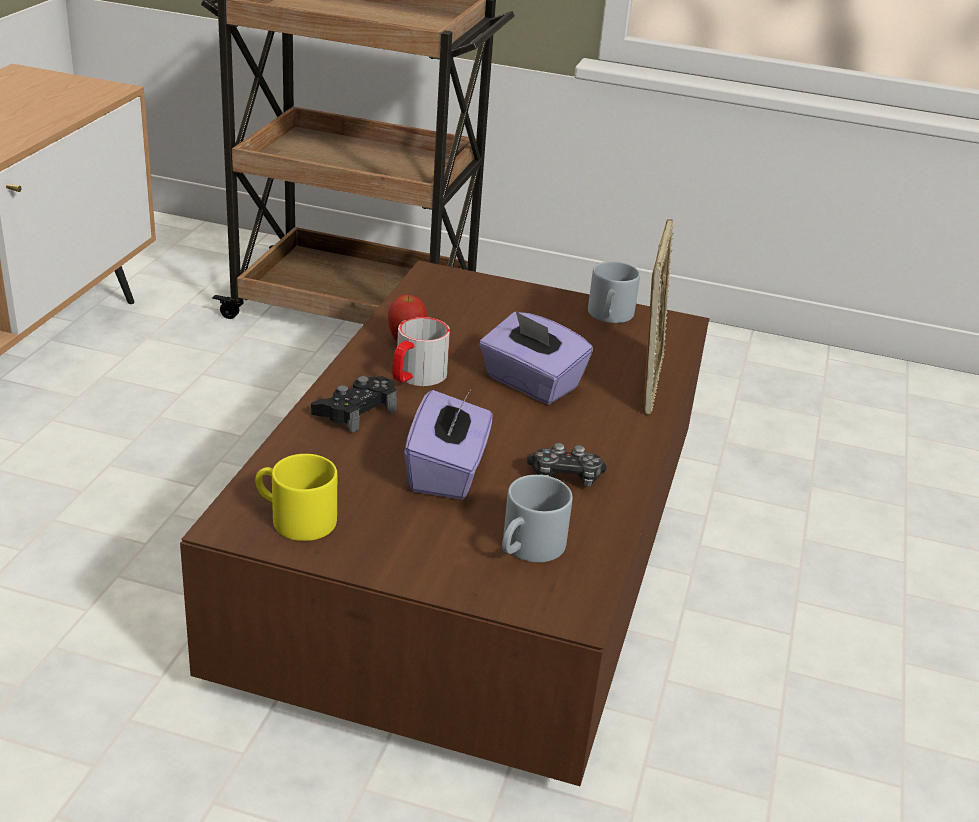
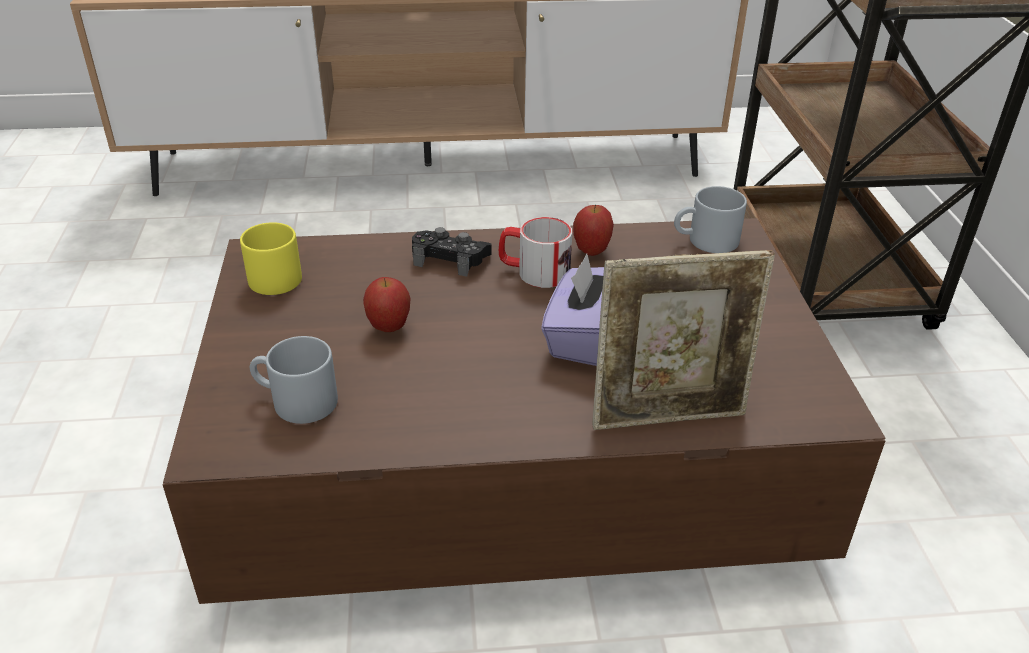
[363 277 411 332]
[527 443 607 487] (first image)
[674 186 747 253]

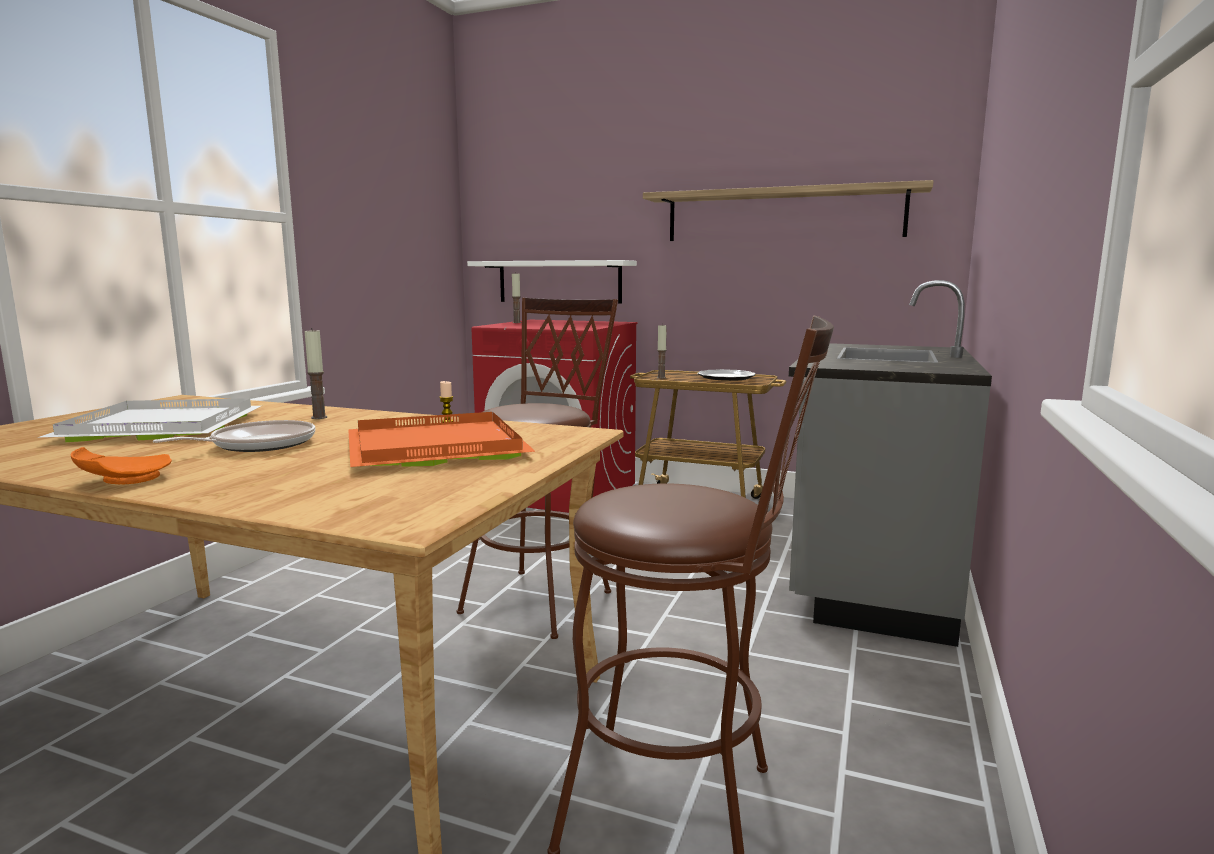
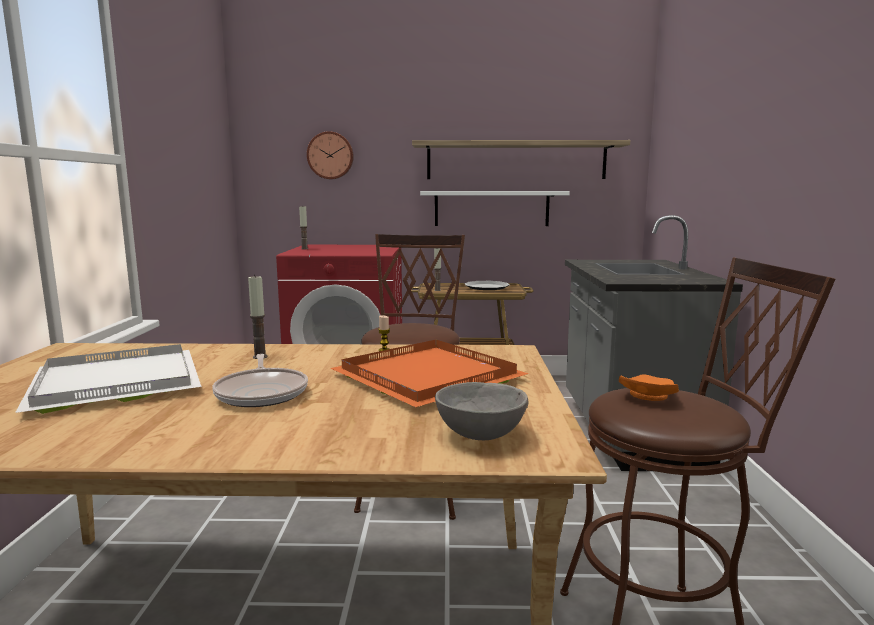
[619 374 679 401]
[212 354 308 407]
[420 191 570 226]
[307 131 354 179]
[435 382 529 440]

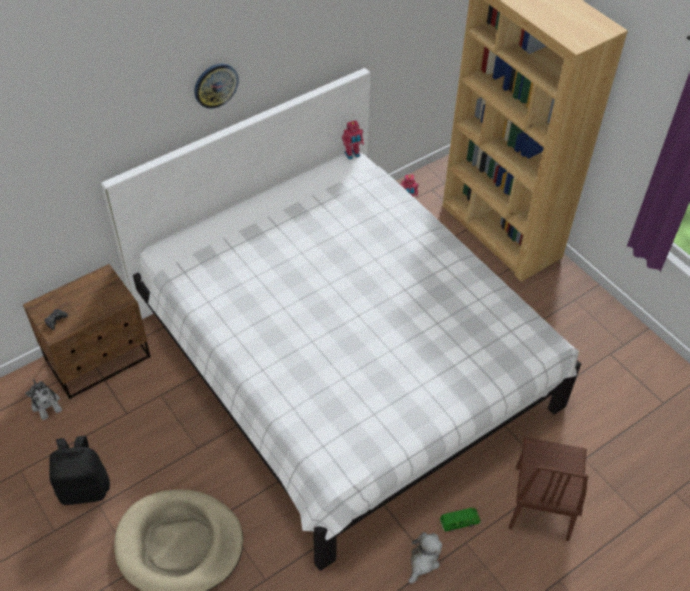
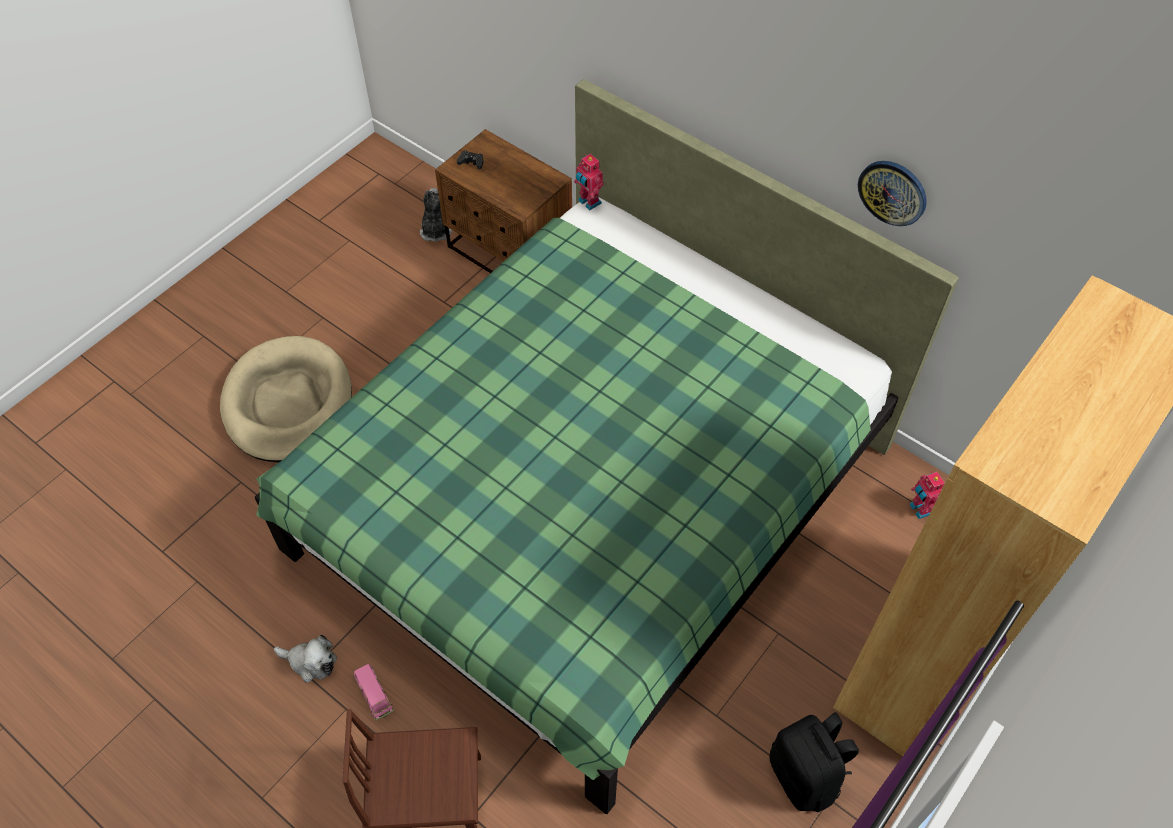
[420 188 452 242]
[769 712 859 812]
[255 79 959 814]
[858 161 927 226]
[574 154 604 211]
[354 664 394 721]

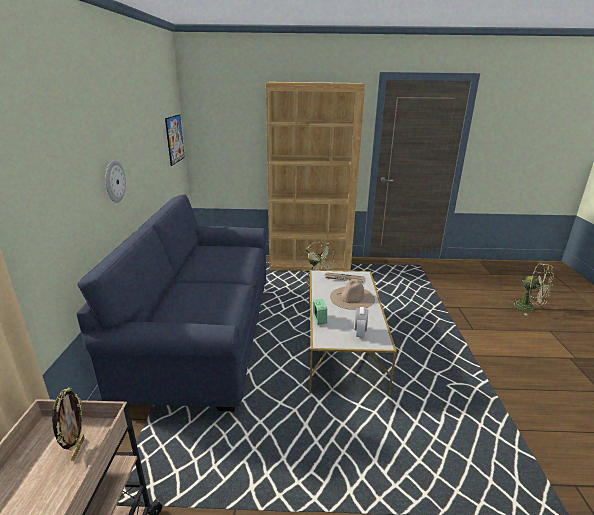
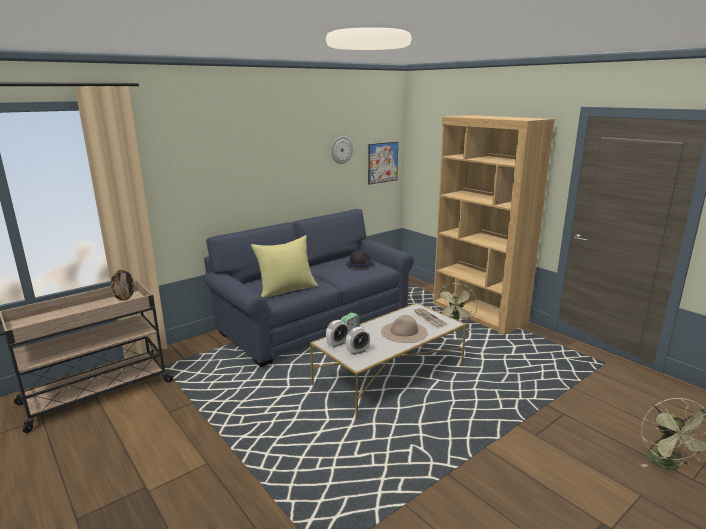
[331 136 353 164]
[251 235 318 298]
[326 320 349 348]
[346 250 375 270]

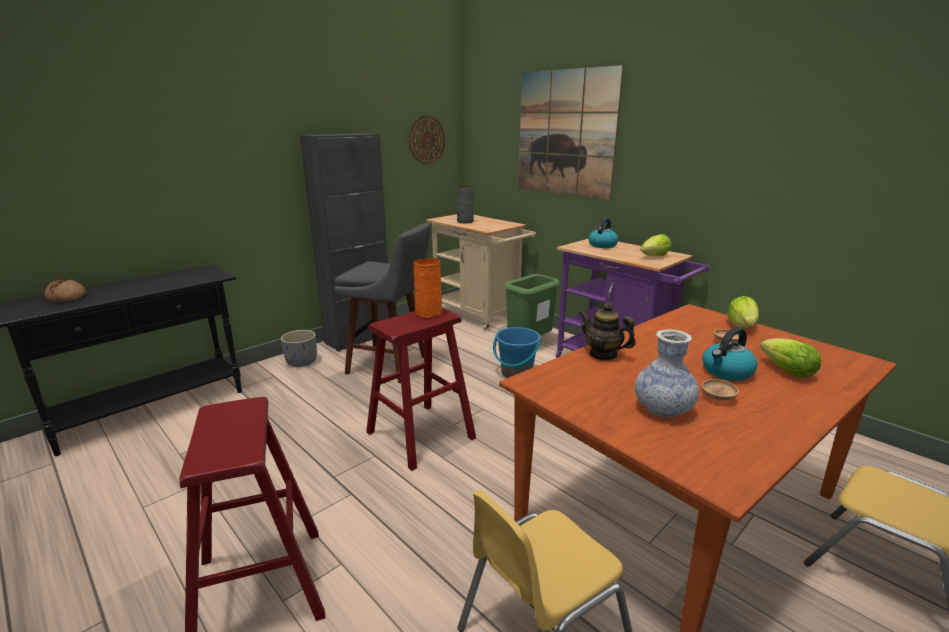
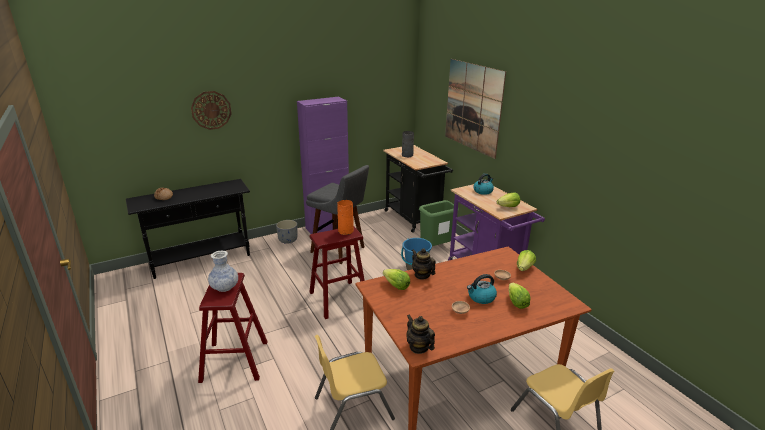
[297 97 349 234]
[191 91 232 130]
[383 145 453 233]
[208 251 238 292]
[383 269 410 290]
[406 314 435 354]

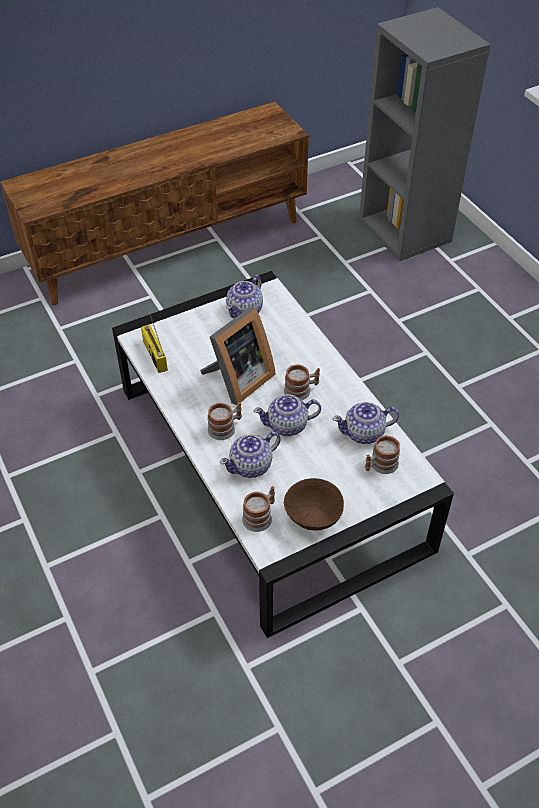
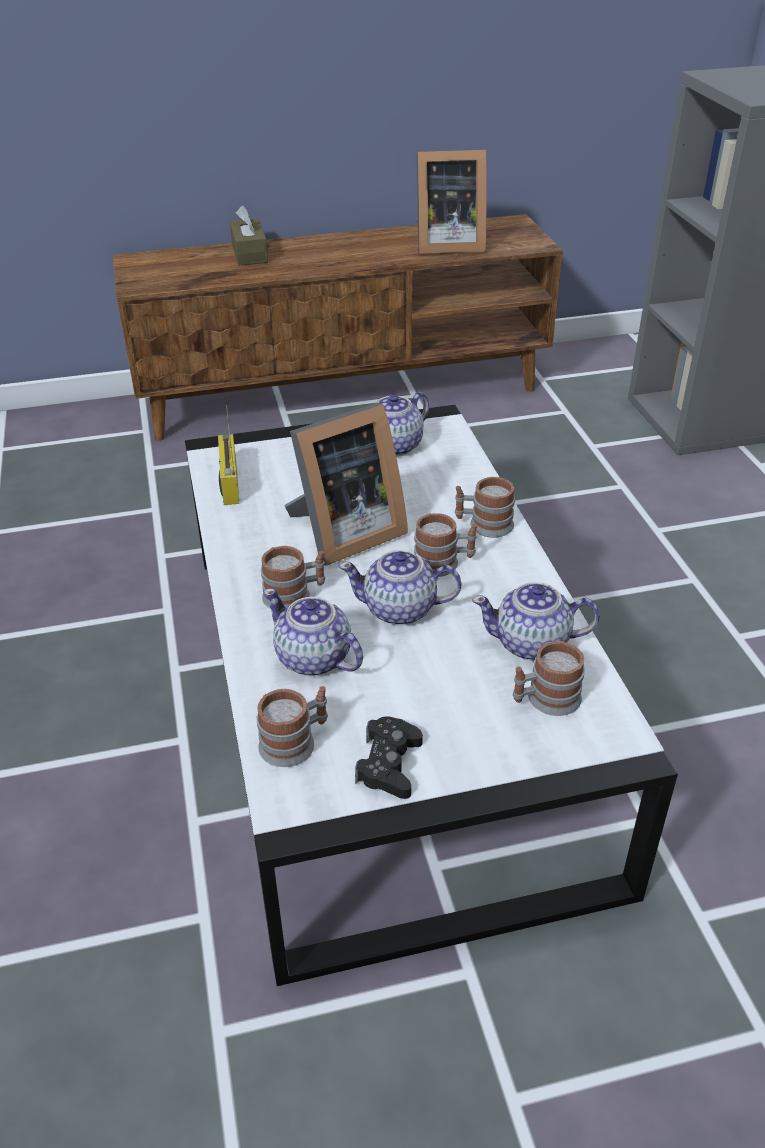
[263 589 363 676]
[355 716 423 799]
[230 206 268 265]
[416 150 487 254]
[455 477 515 538]

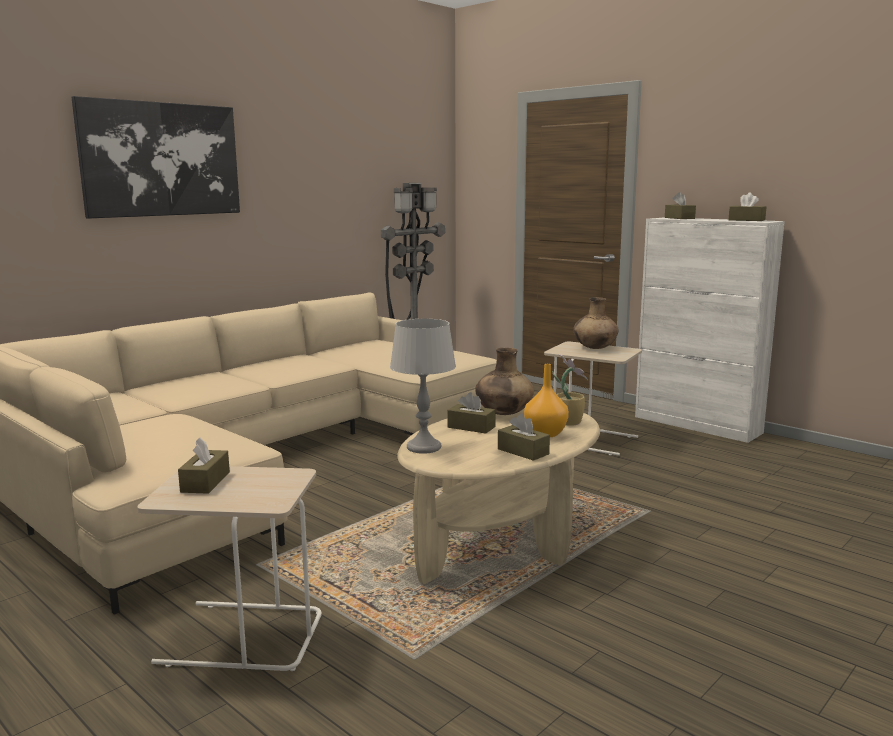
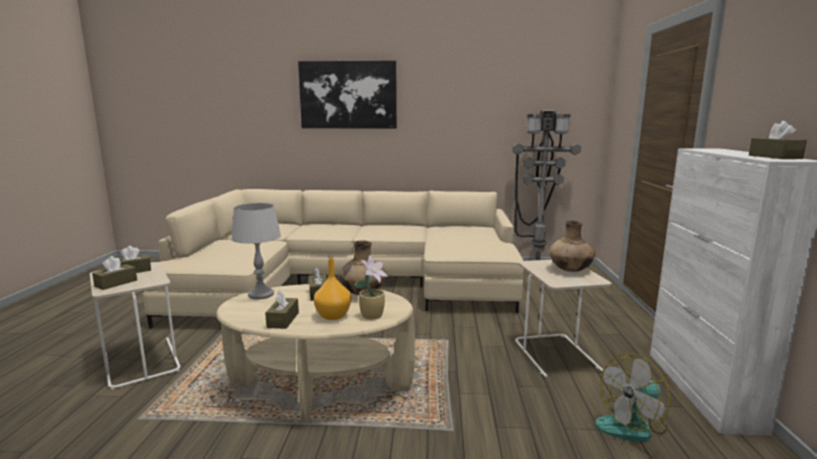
[92 256 137 290]
[595 353 670 442]

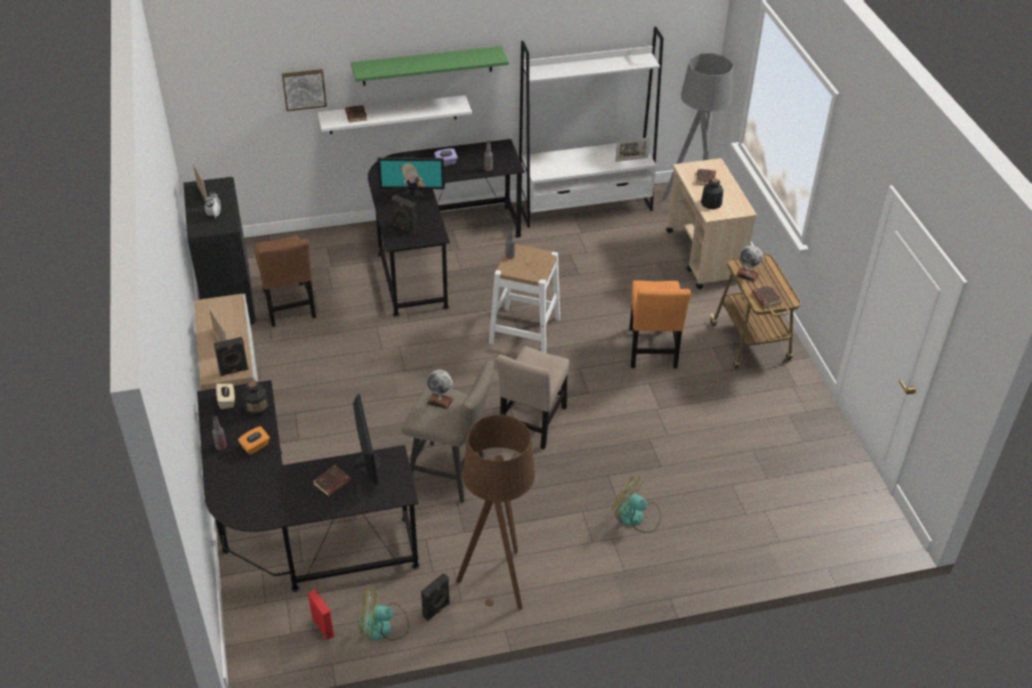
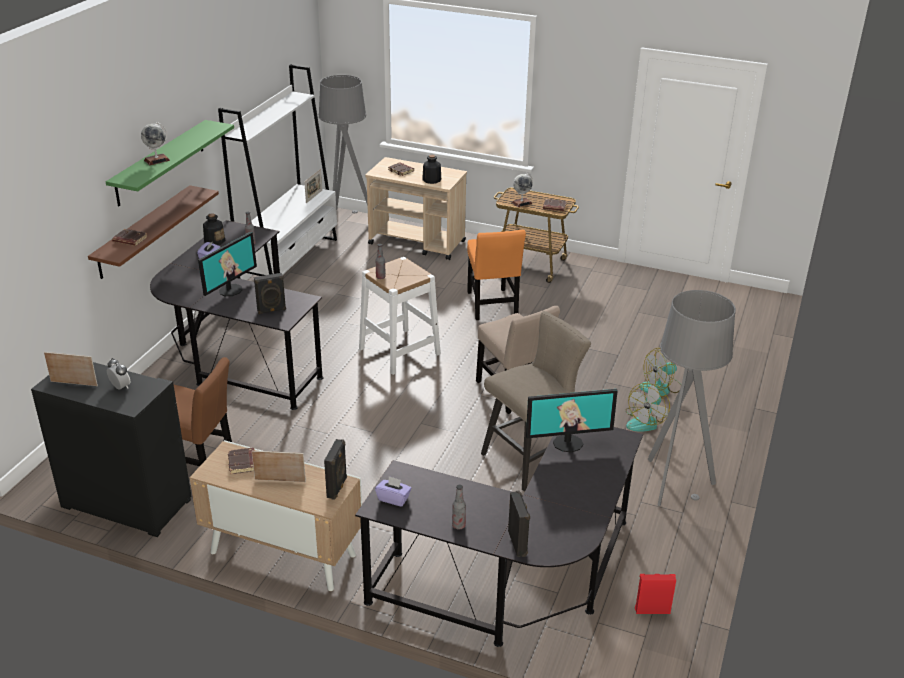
[375 476 412 507]
[238 426 270 455] (first image)
[203 213 226 245]
[282 69 327 111] (first image)
[228 448 255 474]
[88 185 219 279]
[526 389 618 452]
[626 383 670 432]
[508 491 530 557]
[141 122 170 165]
[648 290 736 506]
[467 230 526 320]

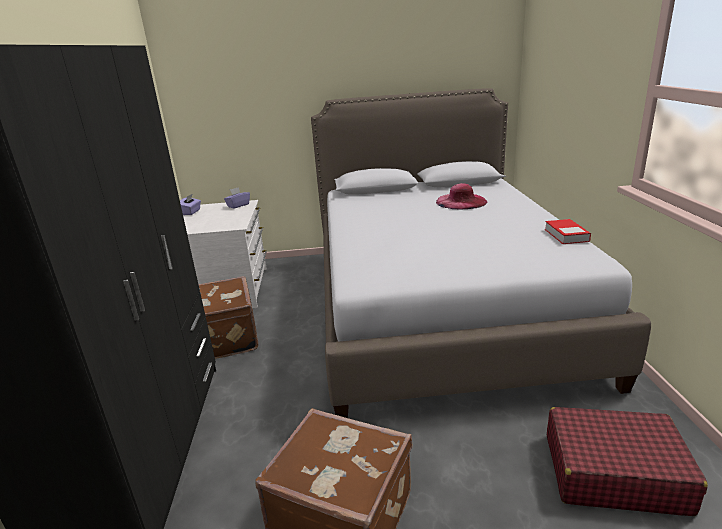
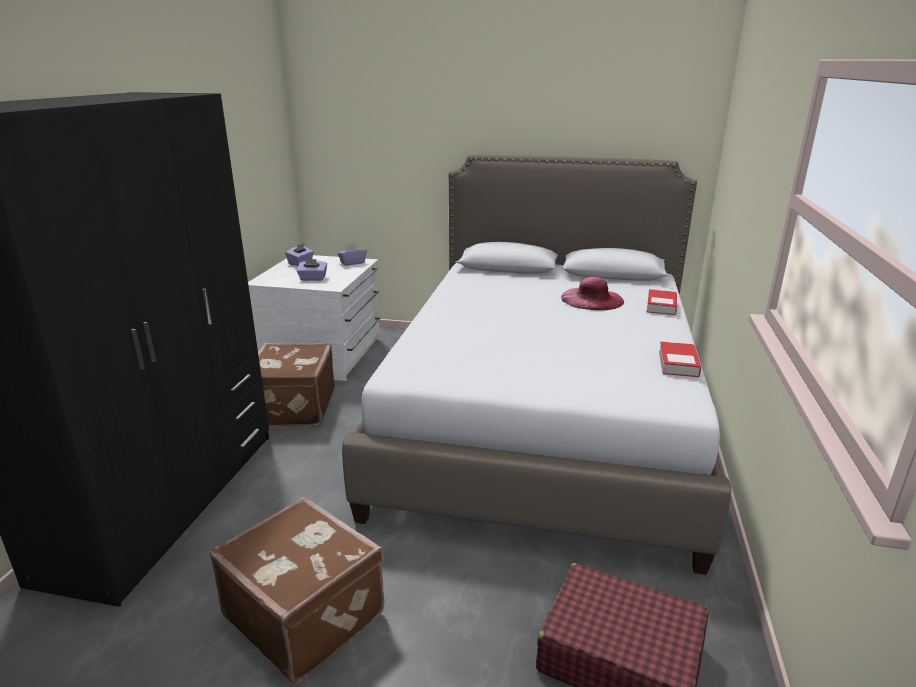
[297 259 327 281]
[647 289 677 315]

